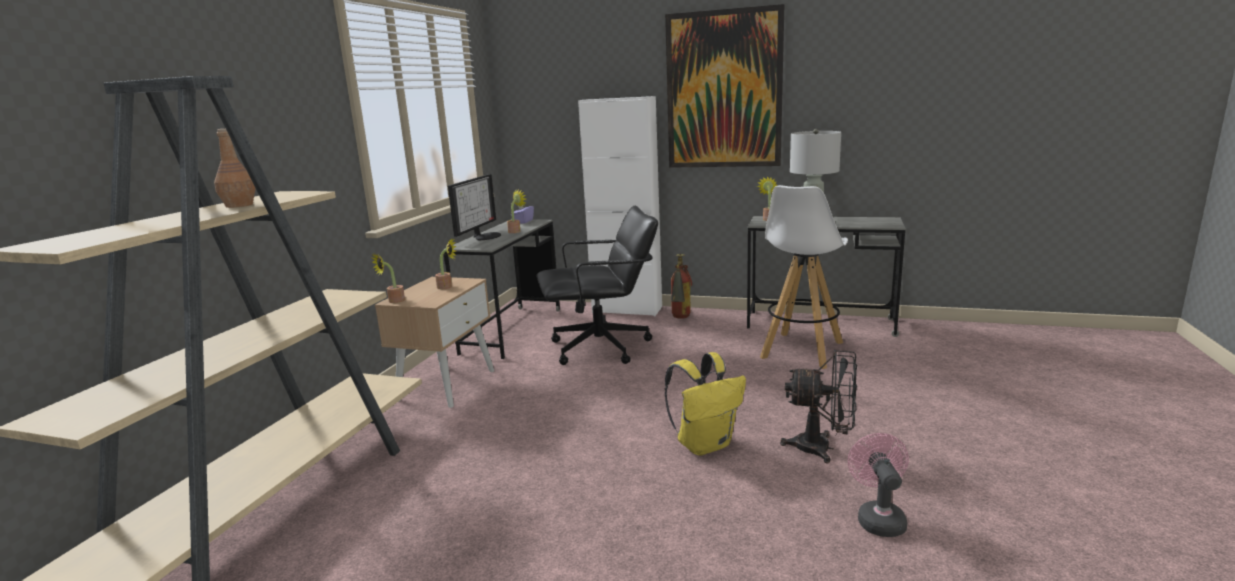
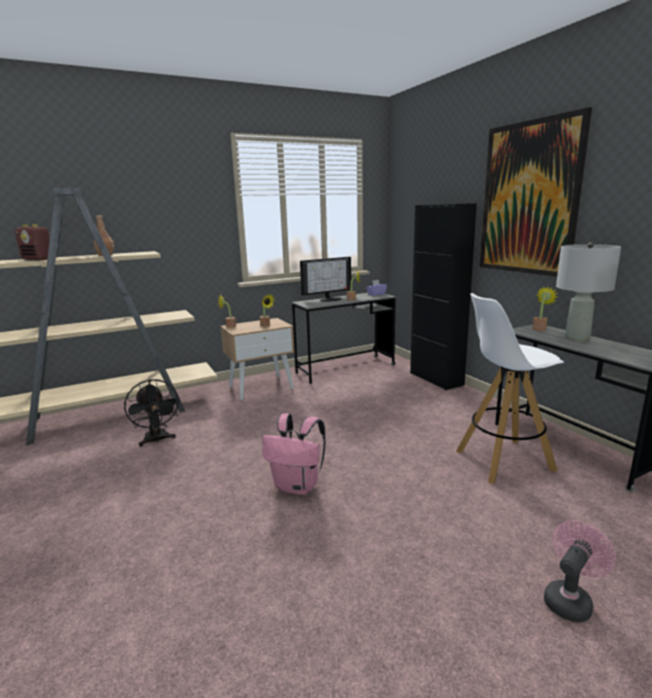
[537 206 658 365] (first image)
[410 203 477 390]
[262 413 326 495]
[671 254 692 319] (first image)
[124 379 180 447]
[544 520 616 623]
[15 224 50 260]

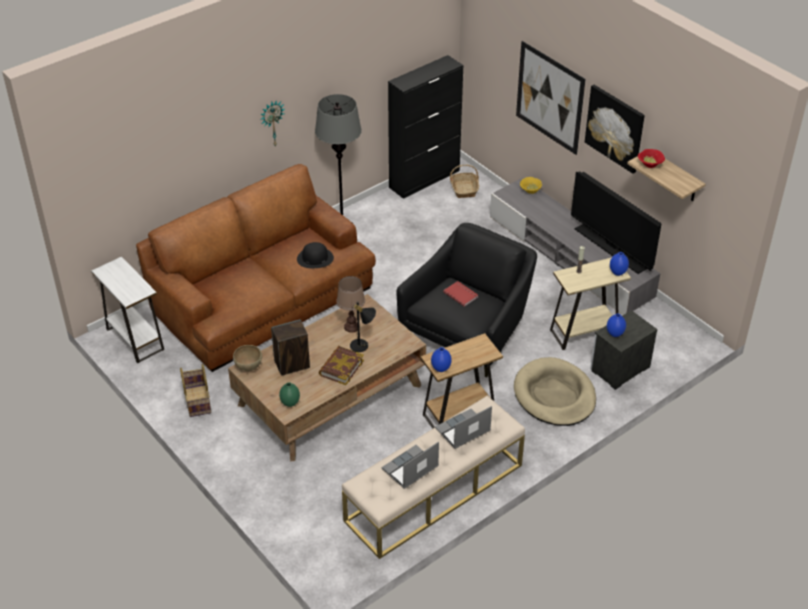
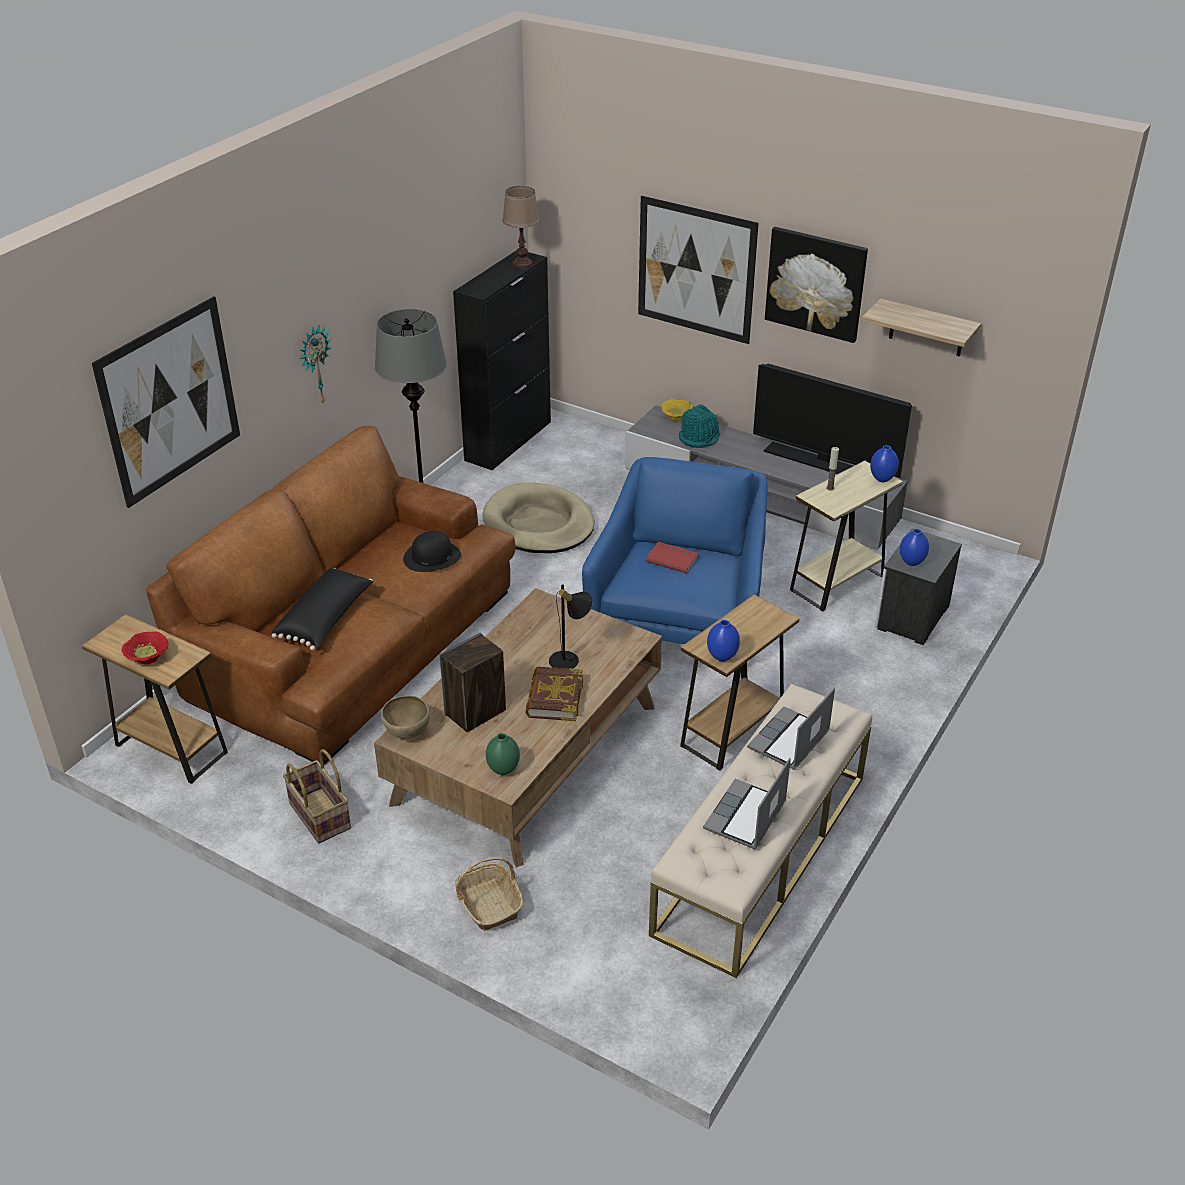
[82 614 228 784]
[503 186 540 268]
[582 457 767 644]
[455 857 523 930]
[483 482 594 553]
[122 631 169 664]
[92 296 240 508]
[272 568 373 651]
[679 404 720 448]

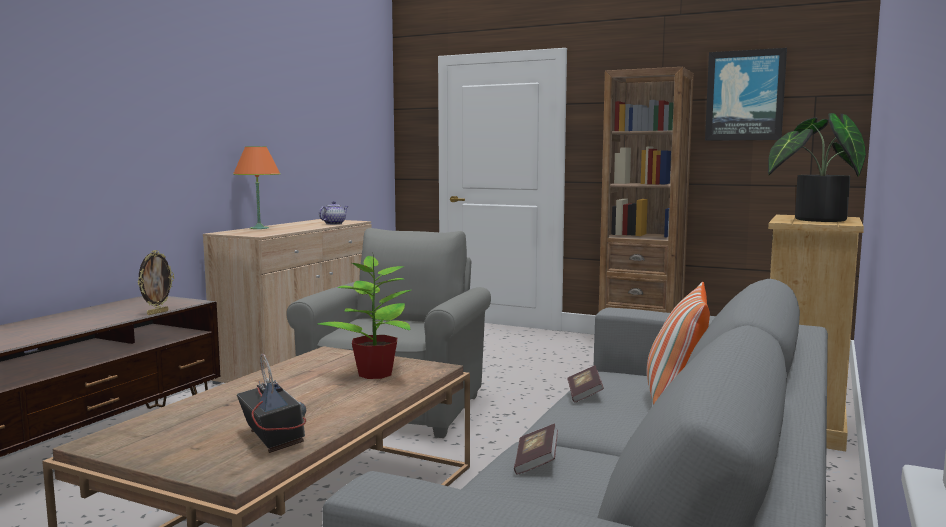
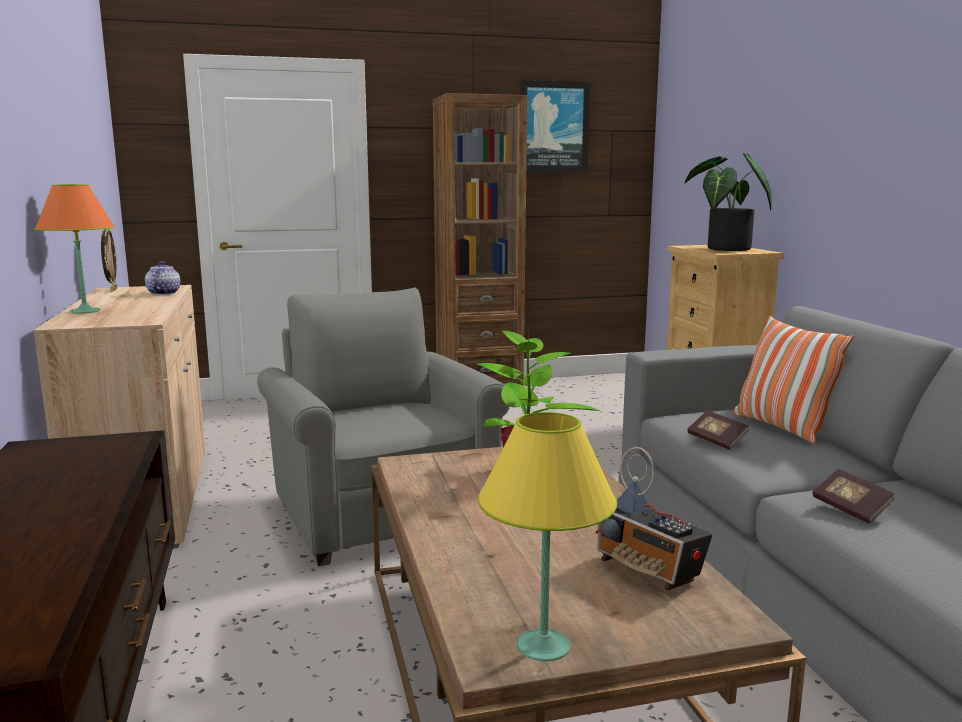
[101 228 117 292]
[595 447 713 591]
[478 412 617 661]

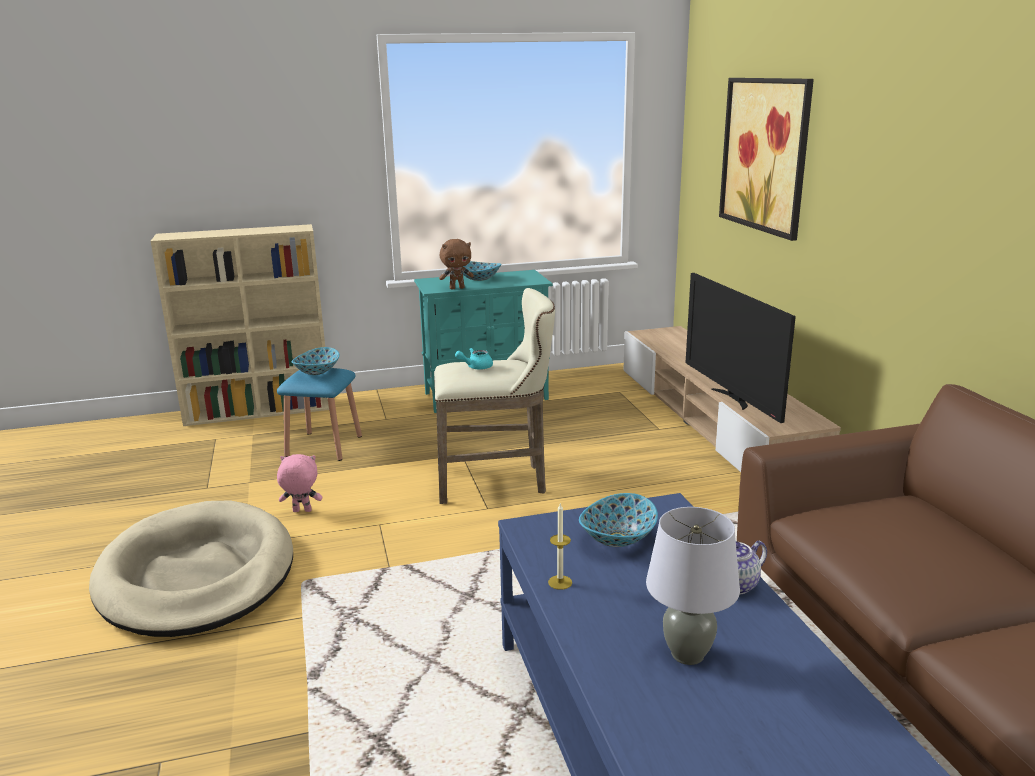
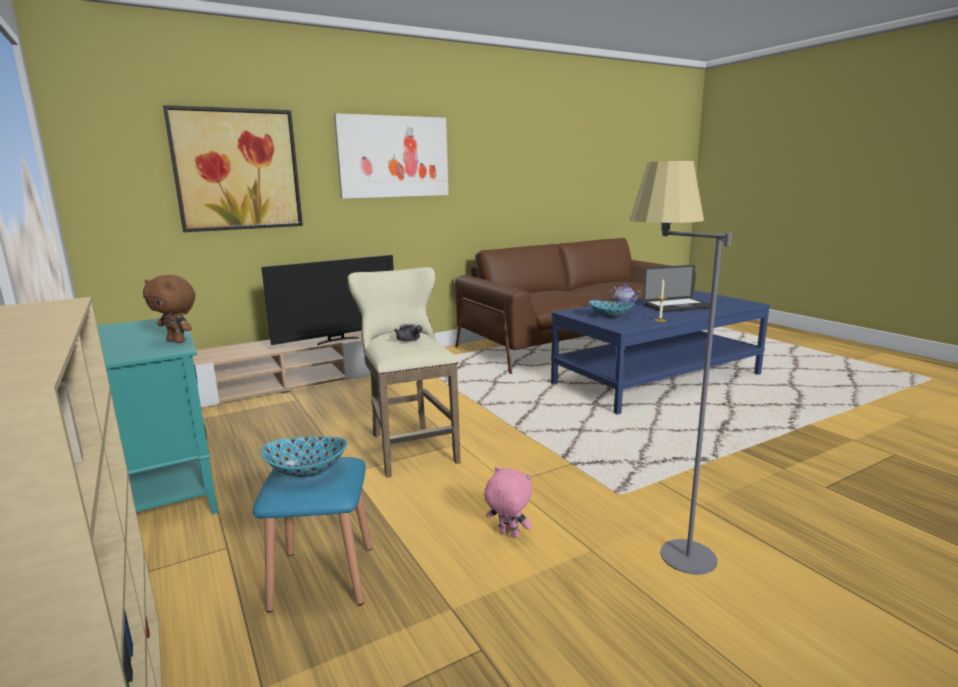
[630 161 732 575]
[484 466 532 538]
[143 275 195 343]
[394 324 423 342]
[462 261 502 281] (first image)
[643 265 710 312]
[334 113 449 199]

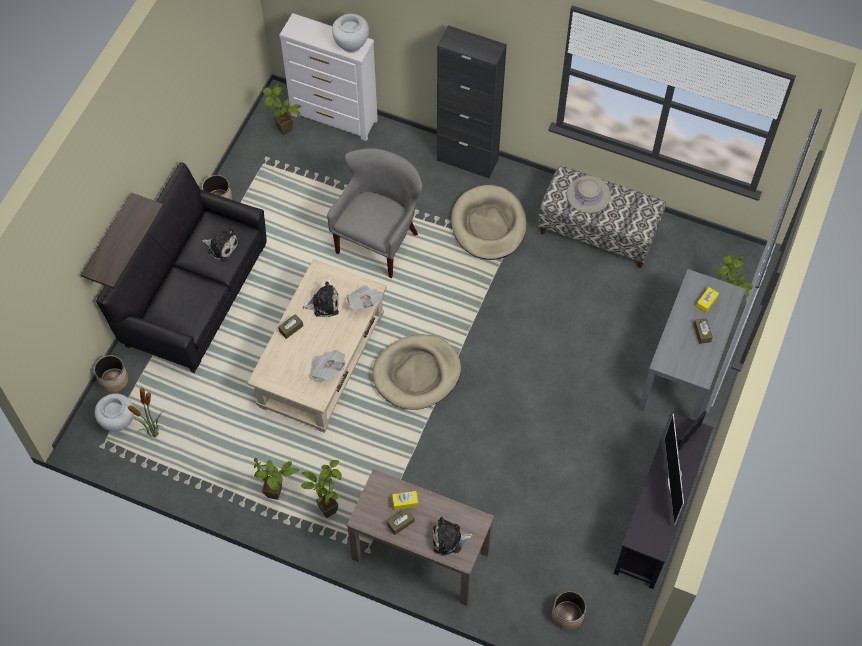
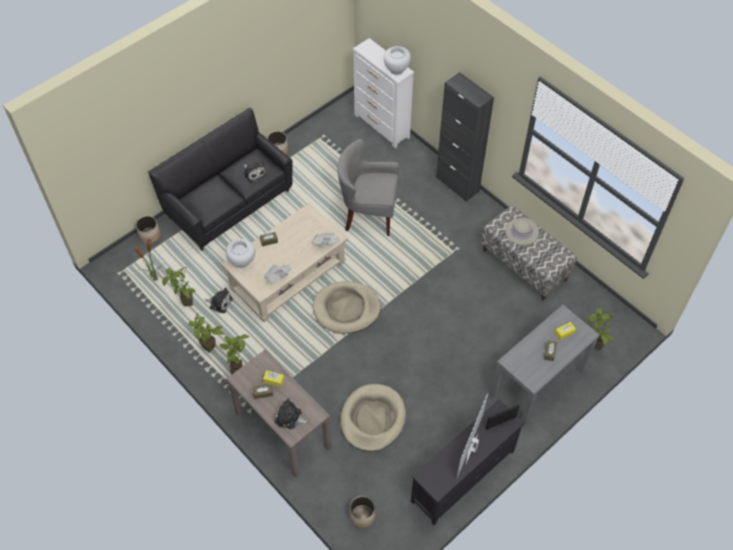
[80 193 164 289] (first image)
[226 239 255 269]
[162 267 195 306]
[204 288 233 313]
[337 139 399 236]
[340 384 406 452]

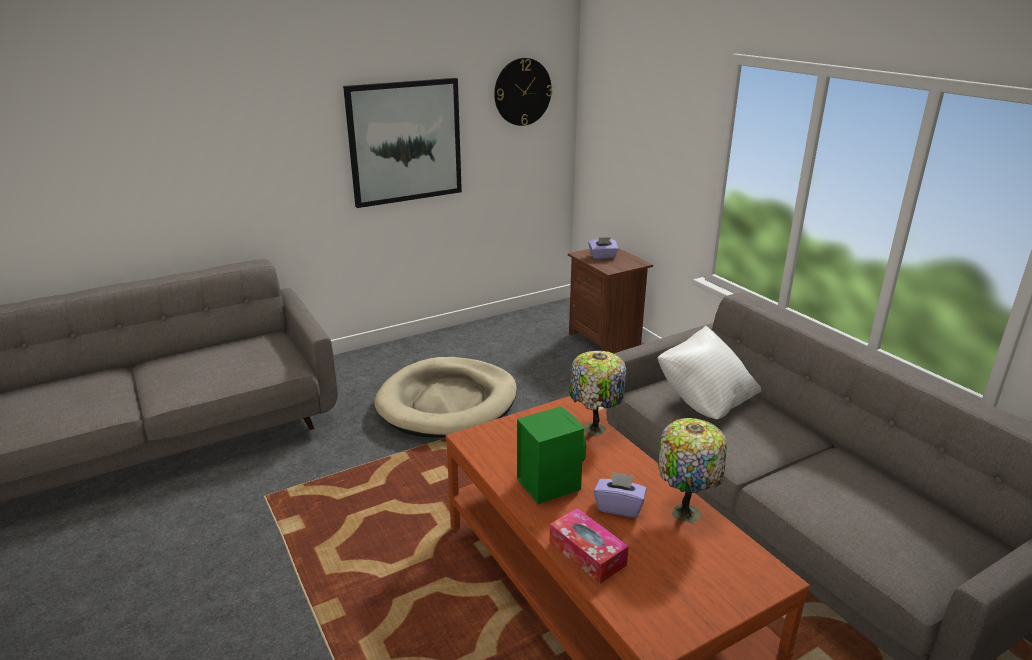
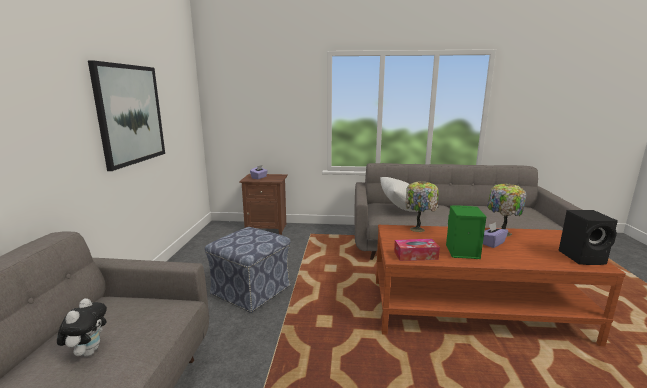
[205 227 290 313]
[494 58 552 126] (first image)
[394 239 440 261]
[57 298 107 357]
[558 210 618 265]

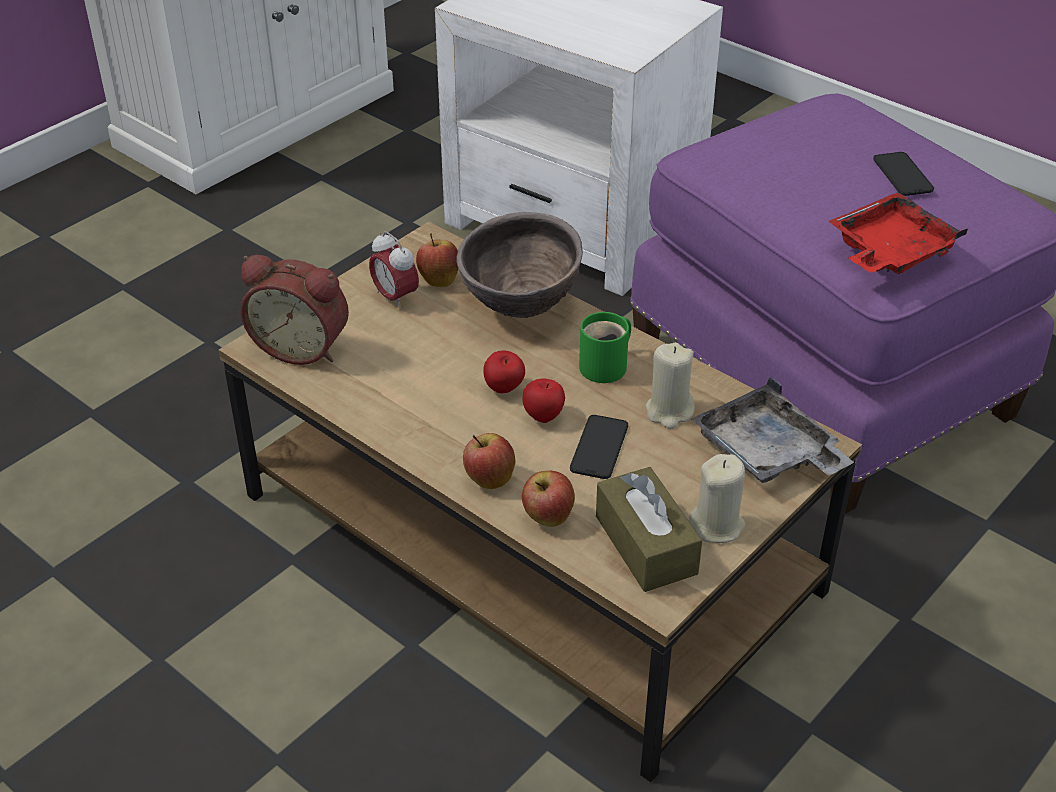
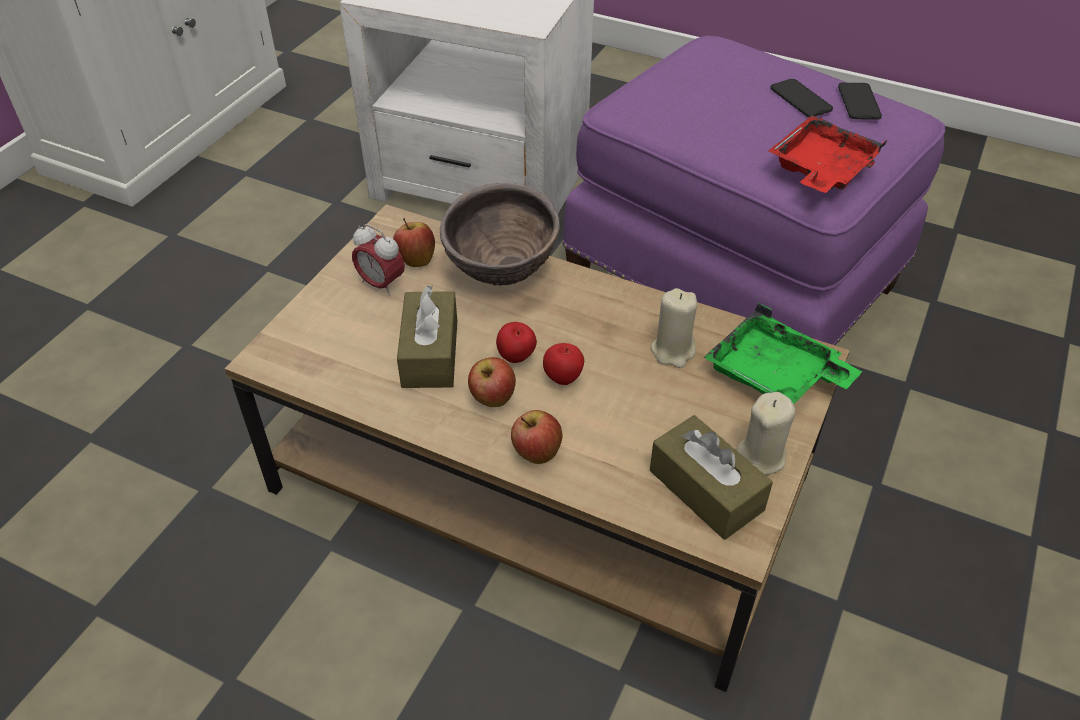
[240 255 349 365] (first image)
[468 357 516 407]
[838 83 882 120]
[579 312 631 383] (first image)
[704 303 862 405]
[397 285 457 388]

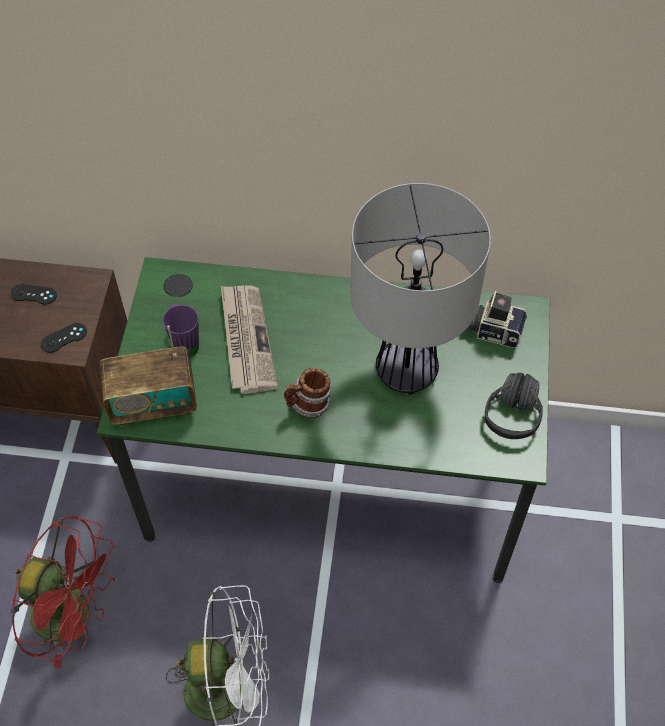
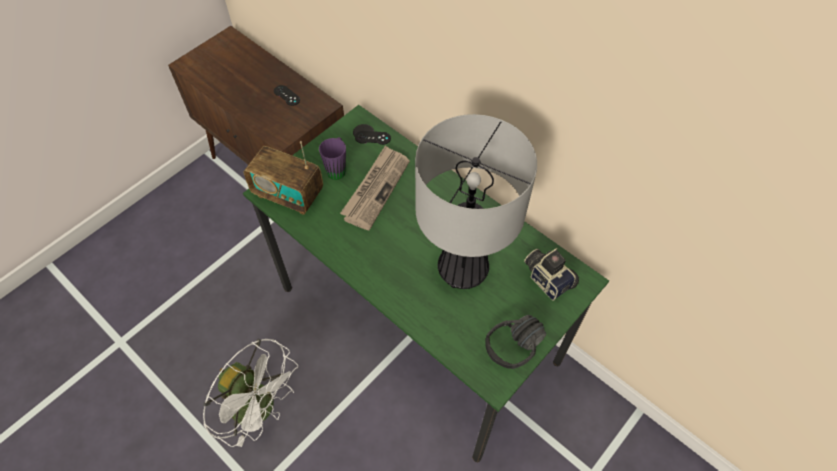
[10 516 115 668] (first image)
[355 131 391 145]
[284 368 332 418] (first image)

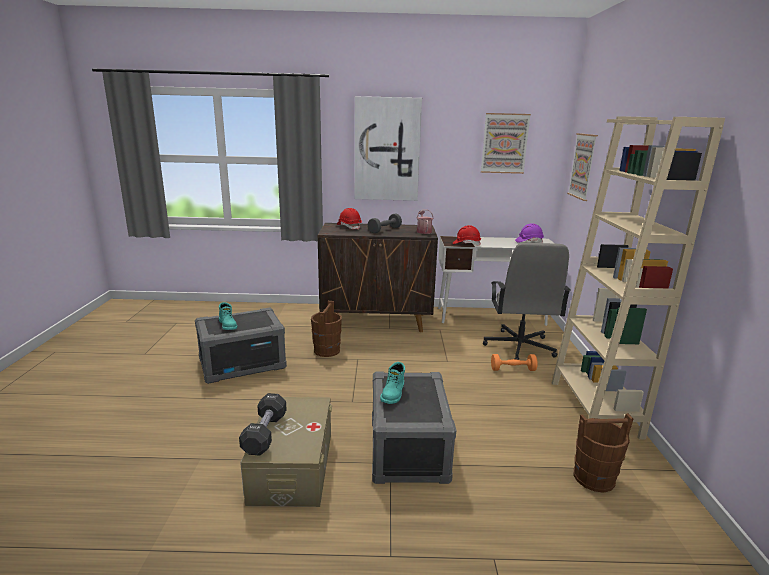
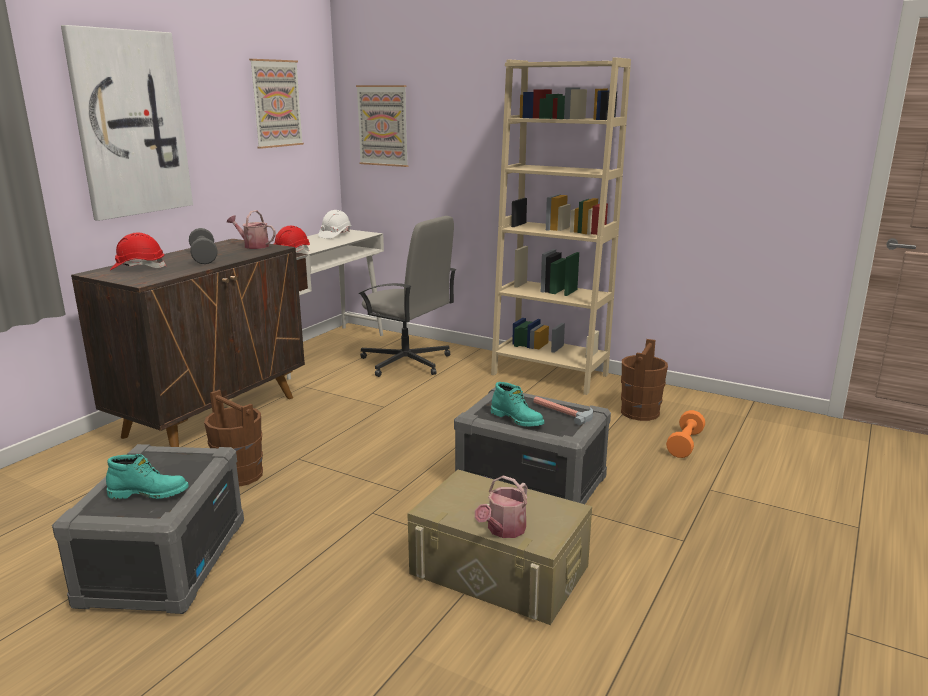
[475 475 527 538]
[666 410 705 458]
[318 210 352 238]
[533 397 593 425]

